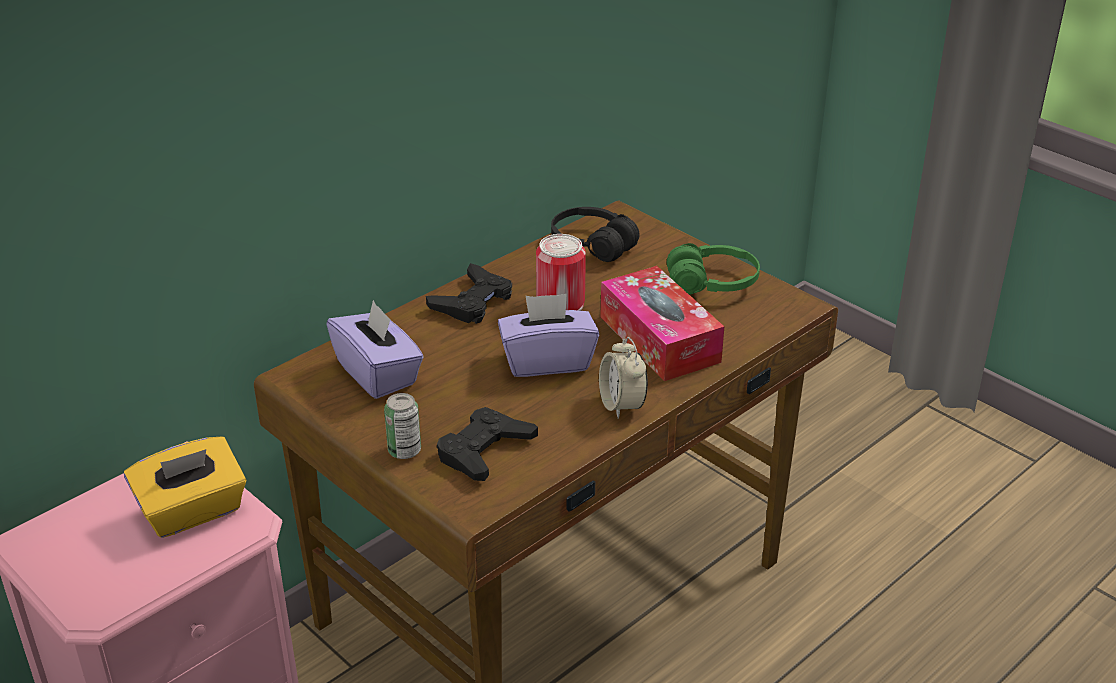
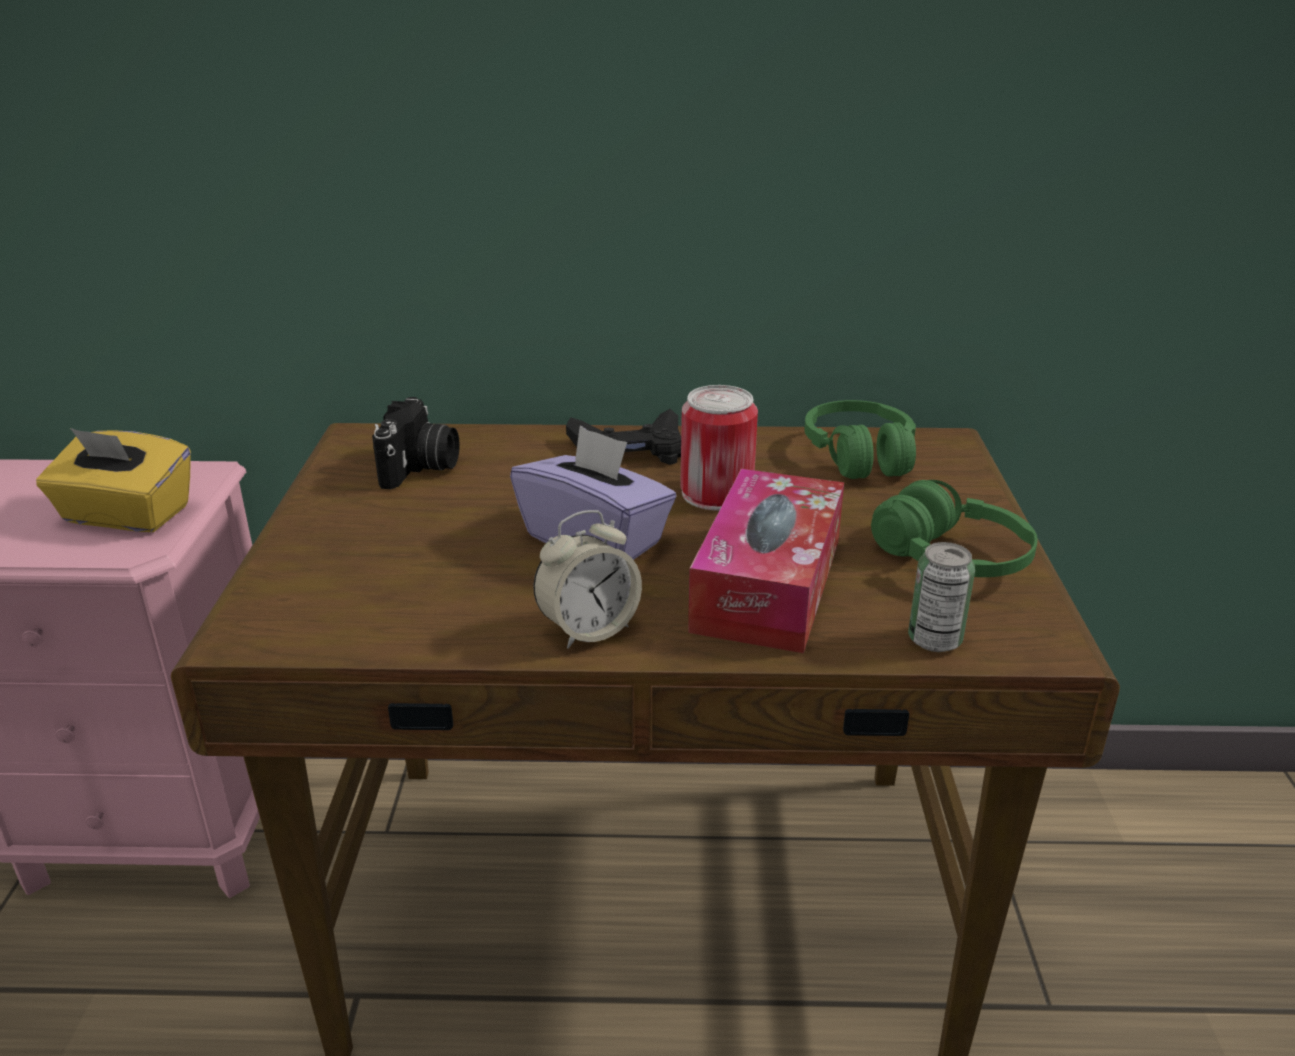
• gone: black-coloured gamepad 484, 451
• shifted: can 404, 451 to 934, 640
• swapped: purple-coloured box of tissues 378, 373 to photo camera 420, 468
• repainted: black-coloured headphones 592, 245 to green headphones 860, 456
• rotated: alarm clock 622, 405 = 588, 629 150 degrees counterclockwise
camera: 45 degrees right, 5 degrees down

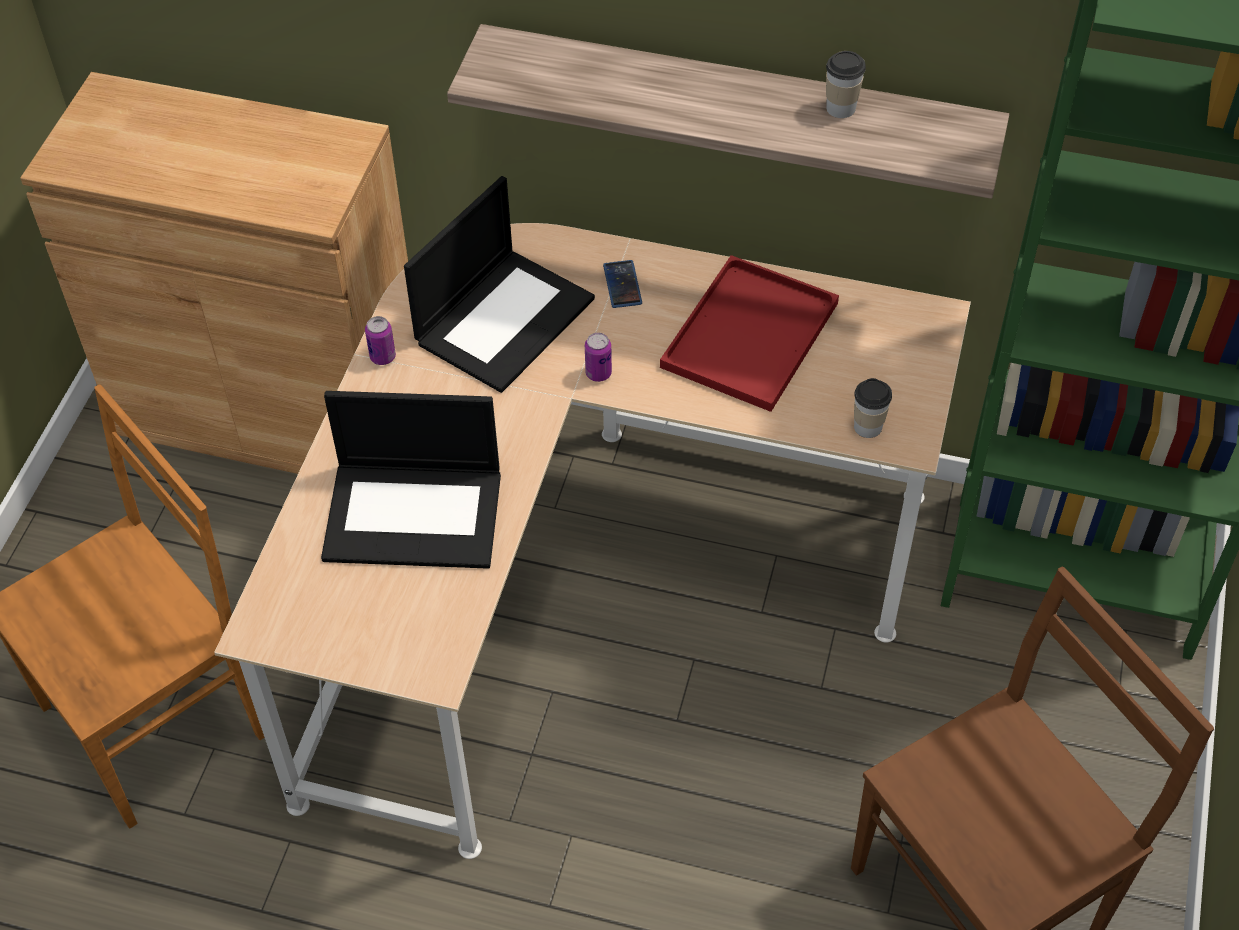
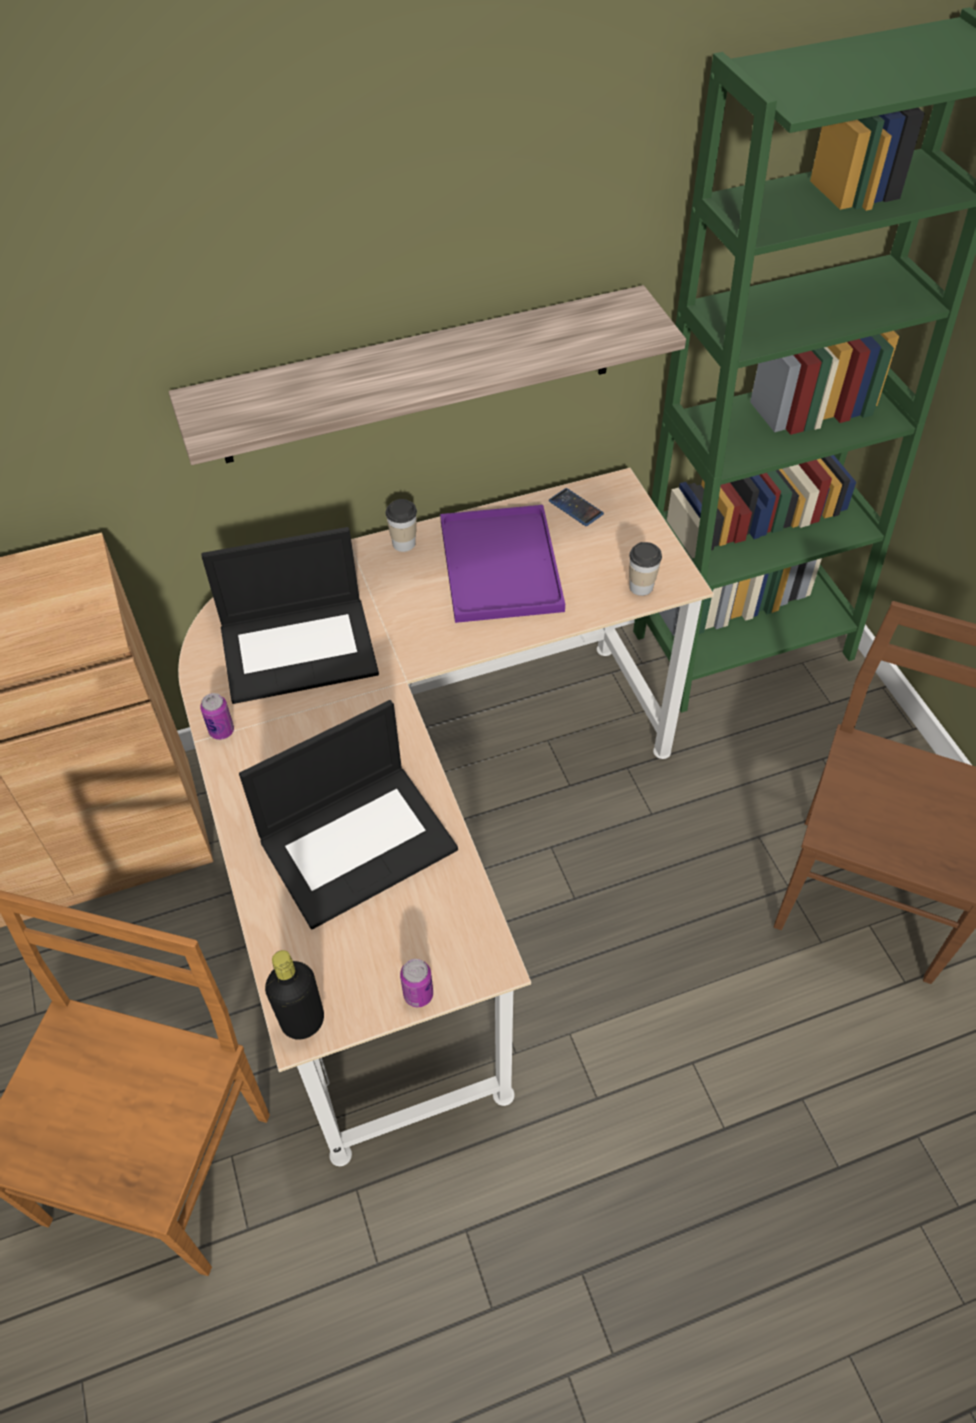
• new: black-coloured bottle 303, 1021
• shifted: can 598, 373 to 418, 994
• shifted: handset 622, 284 to 576, 508
• shifted: cup 841, 108 to 404, 543
• repainted: red serving tray 750, 338 to purple-coloured serving tray 502, 567
• rotated: portable computer 504, 318 = 300, 648 75 degrees clockwise
camera: 35 degrees left, 0 degrees up

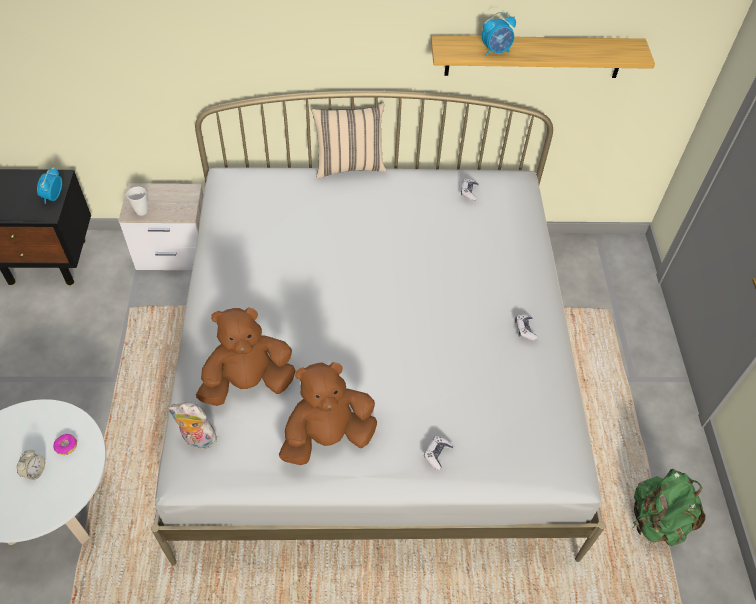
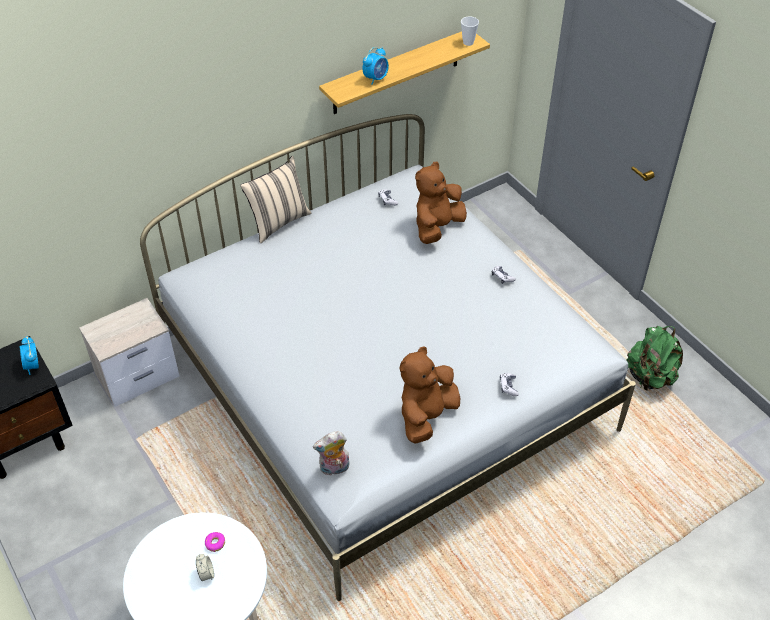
• shifted: cup 141, 211 to 468, 42
• shifted: brownish cuddly toy 248, 382 to 437, 227
camera: 30 degrees left, 5 degrees down

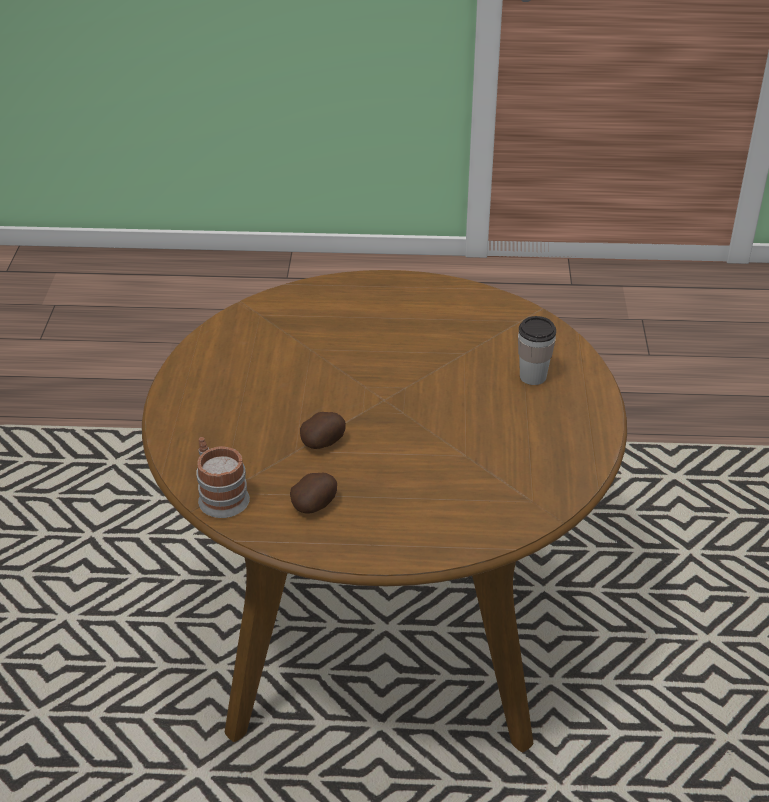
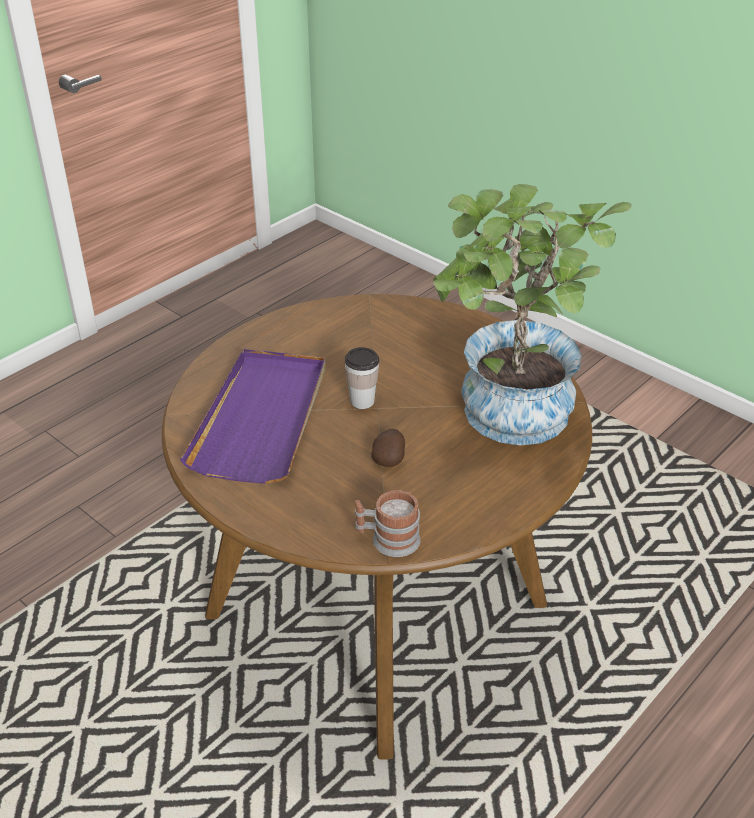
• gone: spud 315, 505
• new: purple-coloured serving tray 262, 418
• new: houseplant 507, 420
• shifted: cup 533, 376 to 362, 401
camera: 50 degrees left, 0 degrees up

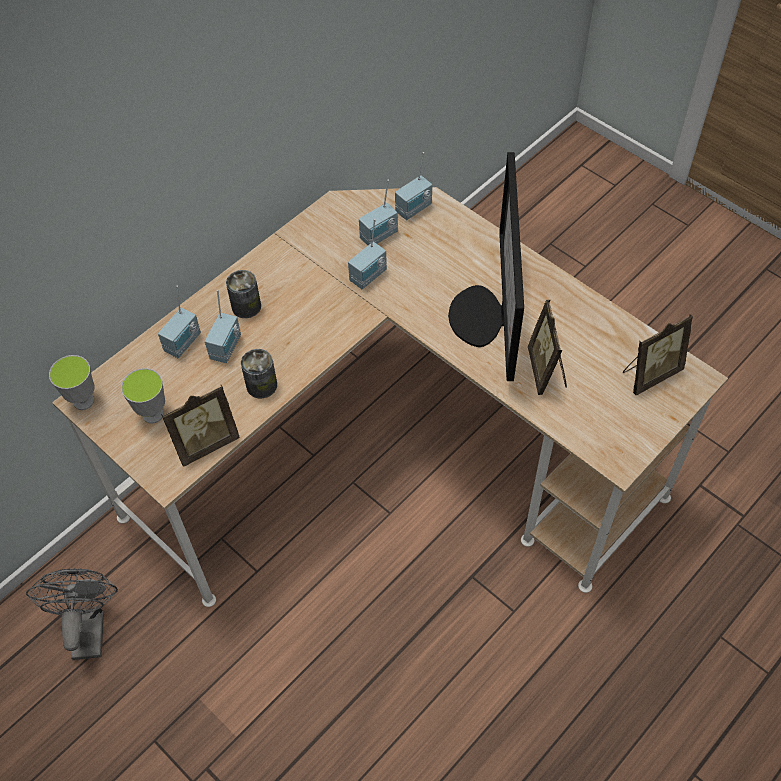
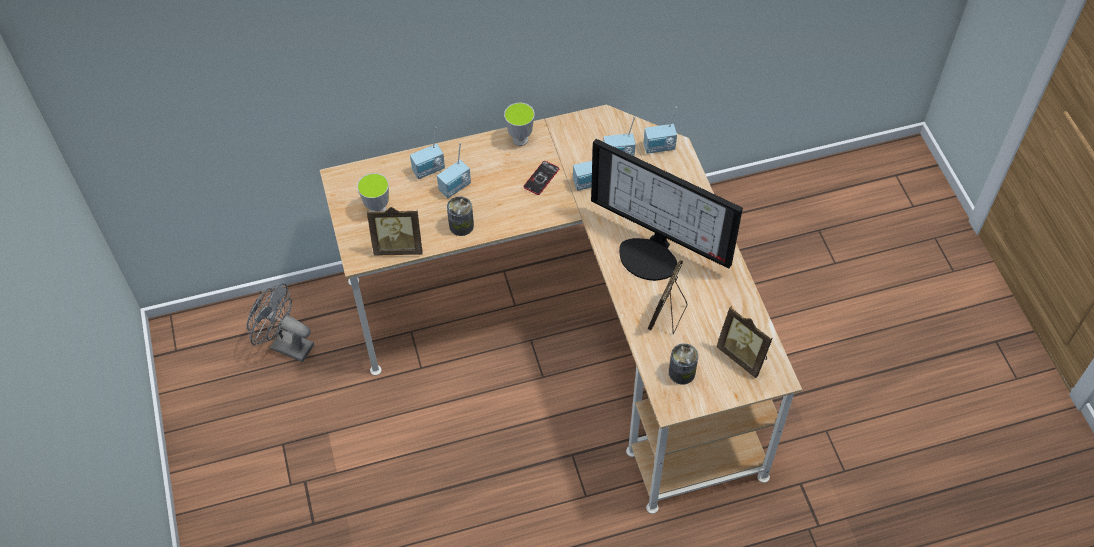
• new: handset 541, 178
• shifted: cup 83, 401 to 520, 139
• shifted: can 246, 306 to 681, 372
• rotated: gray fan 88, 627 = 285, 345 90 degrees counterclockwise
• rotated: monitor 485, 317 = 652, 254 90 degrees counterclockwise
• rotated: standing frame 649, 374 = 743, 356 45 degrees clockwise
camera: 30 degrees right, 0 degrees up

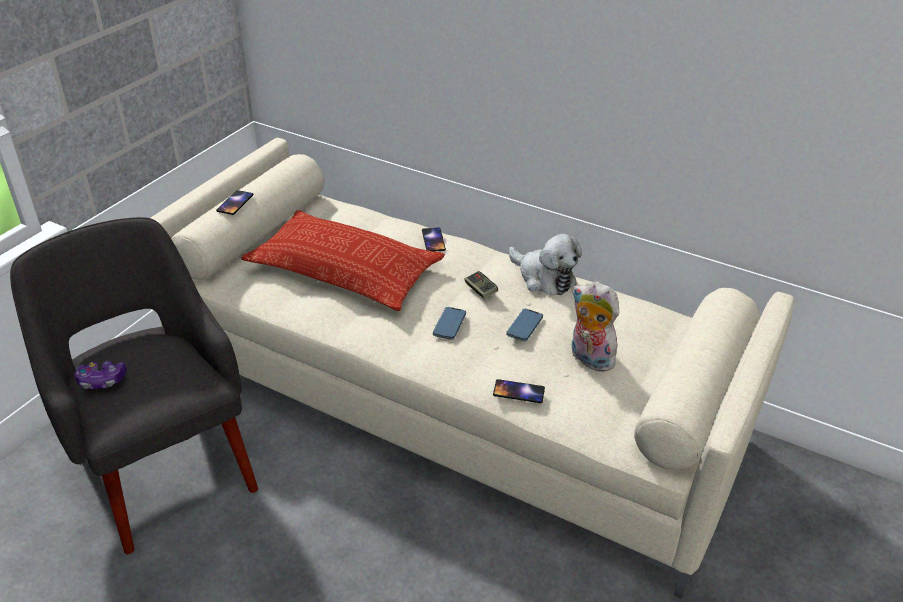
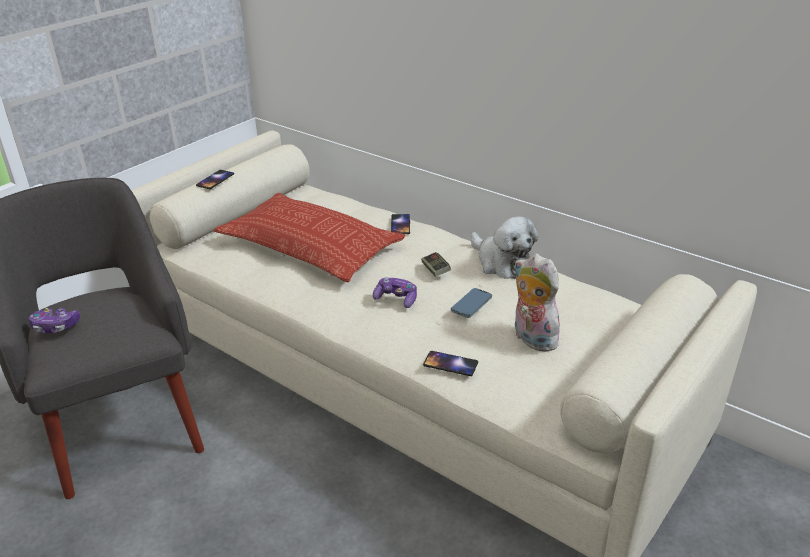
• swapped: handset 449, 325 to gamepad 396, 299
camera: 10 degrees right, 5 degrees down

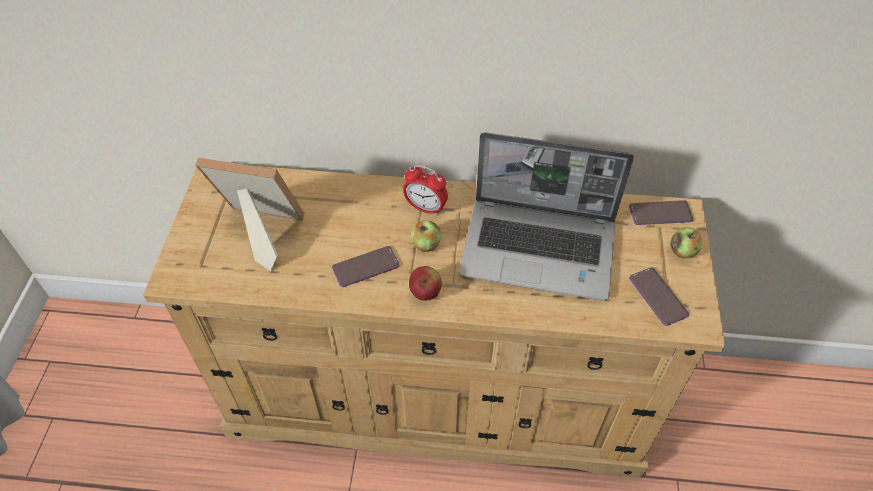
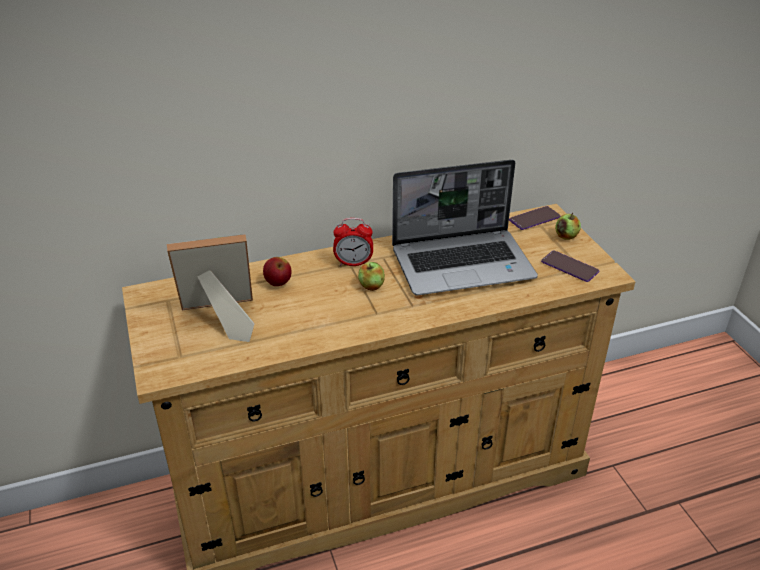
• gone: handset 365, 267
• shifted: whole apple 425, 293 to 278, 283
camera: 25 degrees left, 15 degrees down

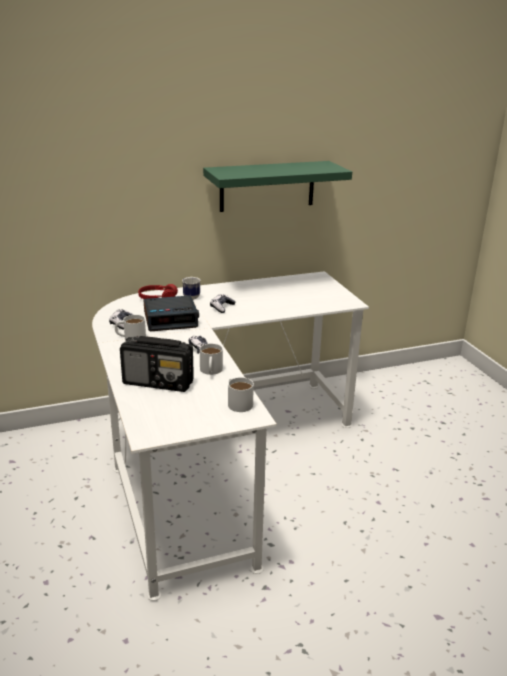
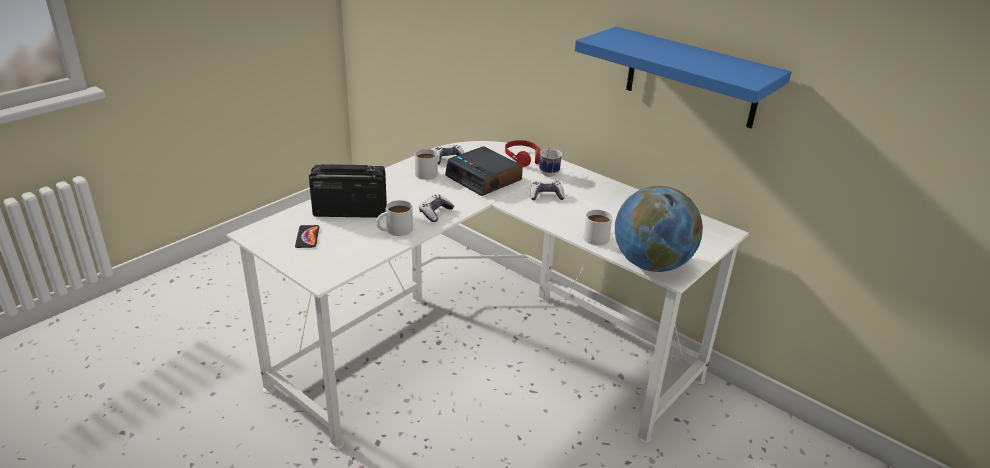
• new: handset 307, 237
• new: globe 651, 264
• shifted: whitish mug 238, 402 to 598, 236
• repainted: green shelf 267, 186 to blue-coloured shelf 691, 78
• rotated: radio receiver 159, 383 = 349, 211 105 degrees clockwise
camera: 60 degrees right, 5 degrees up

